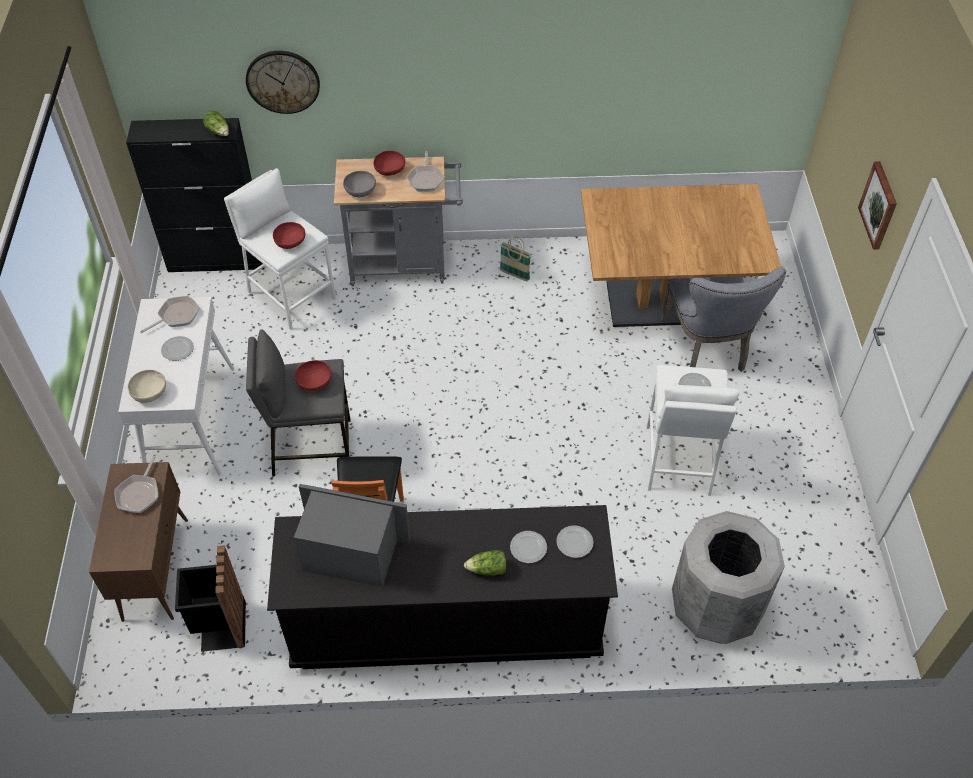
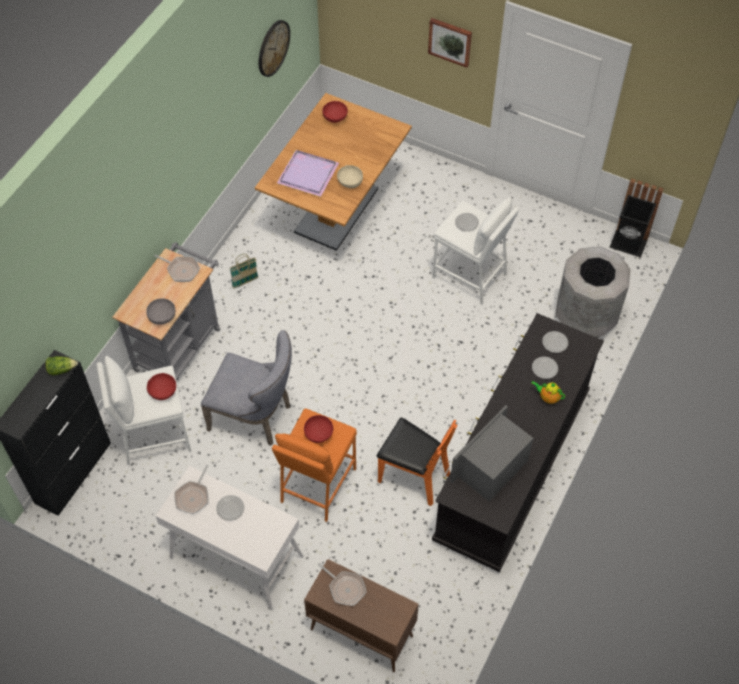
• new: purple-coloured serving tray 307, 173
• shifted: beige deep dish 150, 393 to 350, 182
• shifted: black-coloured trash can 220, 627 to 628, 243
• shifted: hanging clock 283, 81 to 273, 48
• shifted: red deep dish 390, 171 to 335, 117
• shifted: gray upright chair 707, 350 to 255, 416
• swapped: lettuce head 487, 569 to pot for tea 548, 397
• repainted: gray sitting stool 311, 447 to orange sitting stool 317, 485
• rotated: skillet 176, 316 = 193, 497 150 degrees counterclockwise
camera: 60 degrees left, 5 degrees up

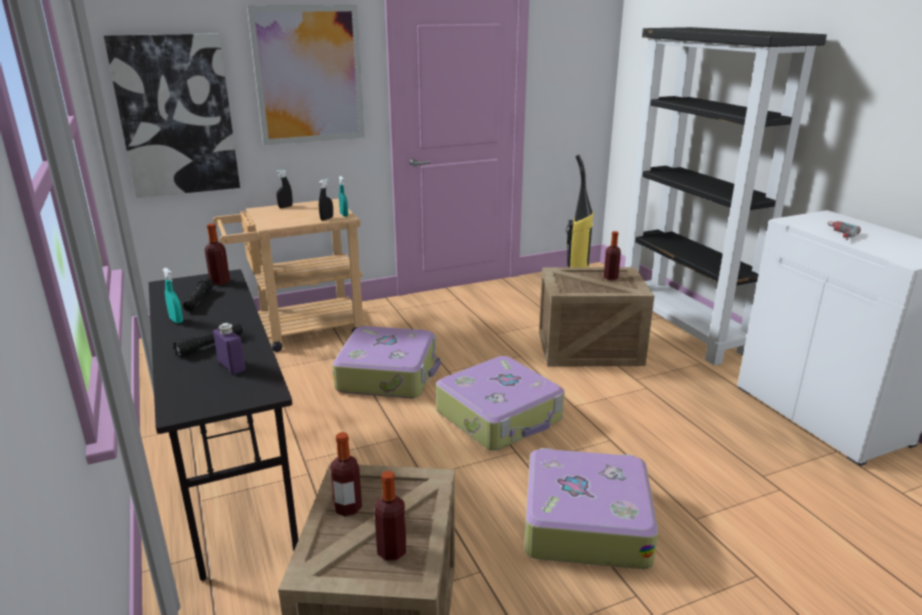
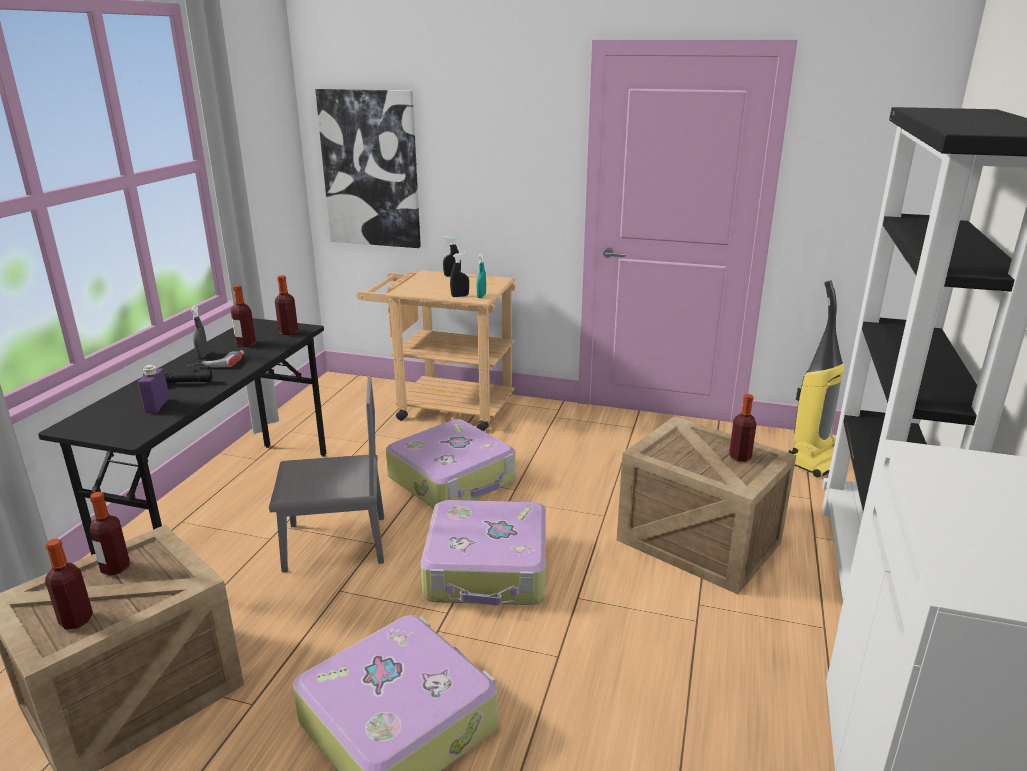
• gone: wall art 308, 75
• new: gray upright chair 335, 543
• shifted: electric drill 836, 234 to 218, 362
• swapped: black-coloured torch 199, 300 to bottle 246, 344
• repainted: turquoise hand sprayer 176, 320 to gray hand sprayer 202, 355
camera: 40 degrees right, 0 degrees up

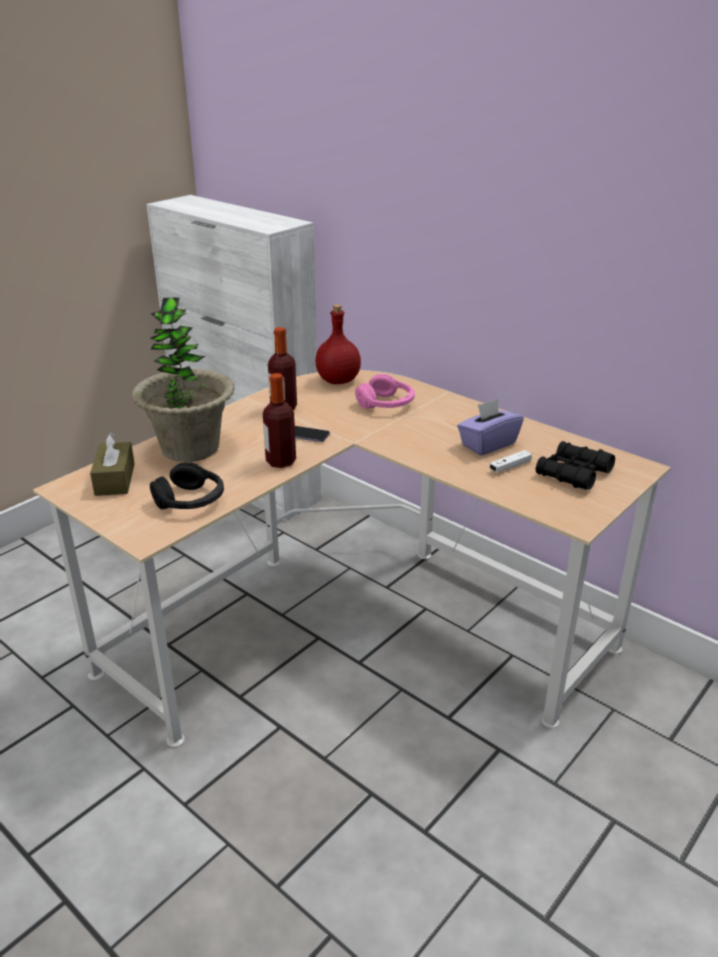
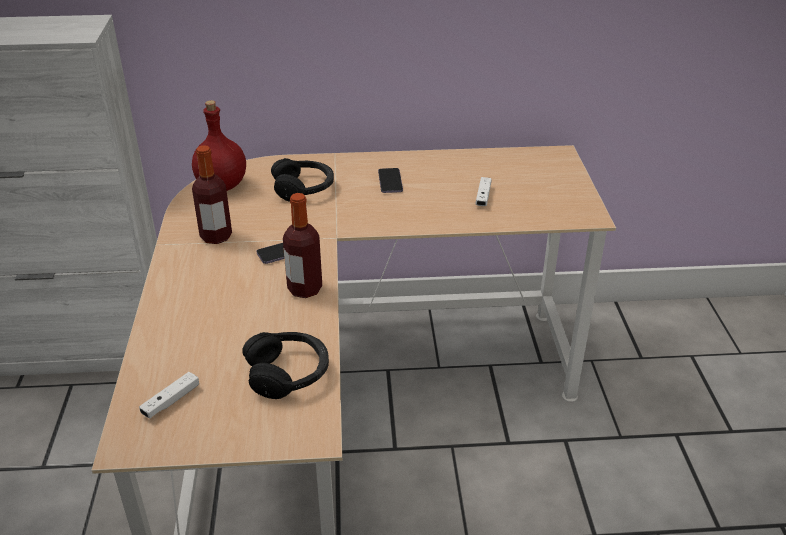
• gone: houseplant 190, 448
• gone: purple-coloured box of tissues 488, 444
• gone: black-coloured binoculars 573, 473
• new: handset 390, 182
• swapped: brownish box of tissues 115, 479 to whitish gamepad 171, 401
• repainted: pink-coloured headphones 386, 404 to black-coloured headphones 304, 188
camera: 45 degrees left, 5 degrees up

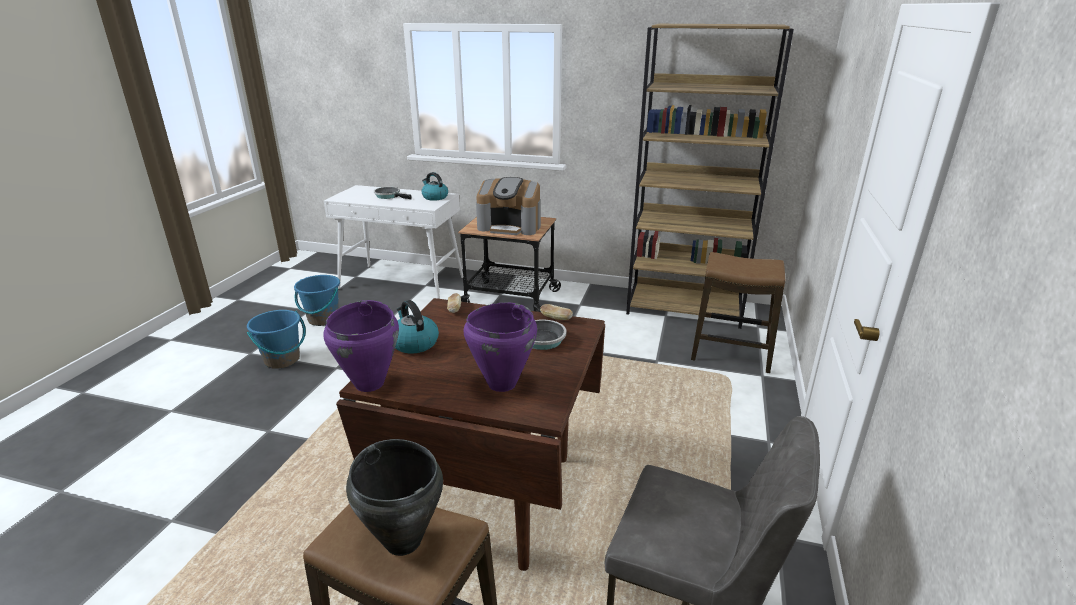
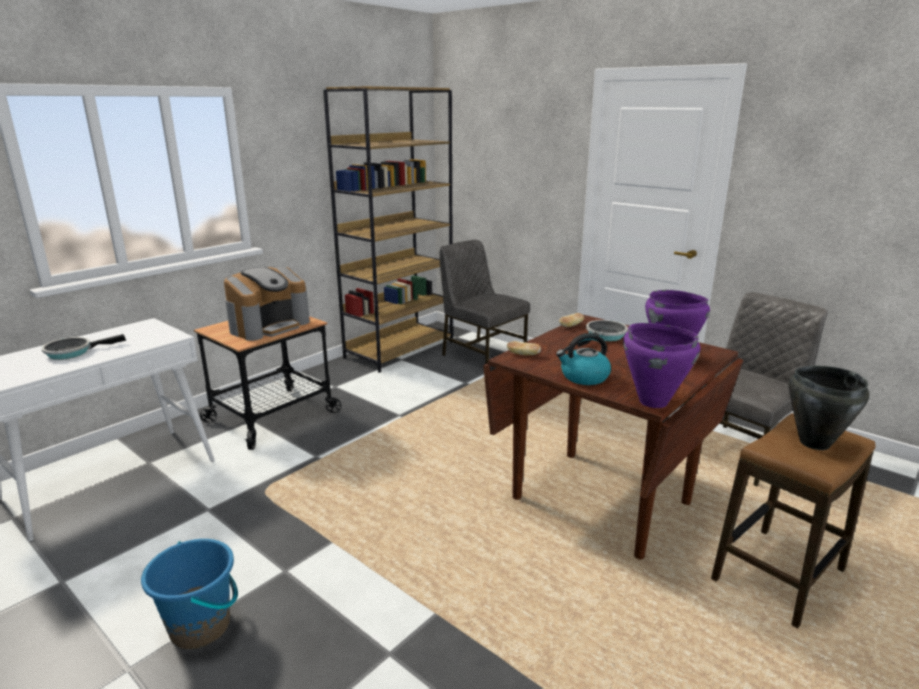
• gone: blue-coloured pail 323, 319
• gone: water kettle 434, 197
• swapped: sitting stool 731, 353 to gray upright chair 482, 356
camera: 65 degrees left, 5 degrees down

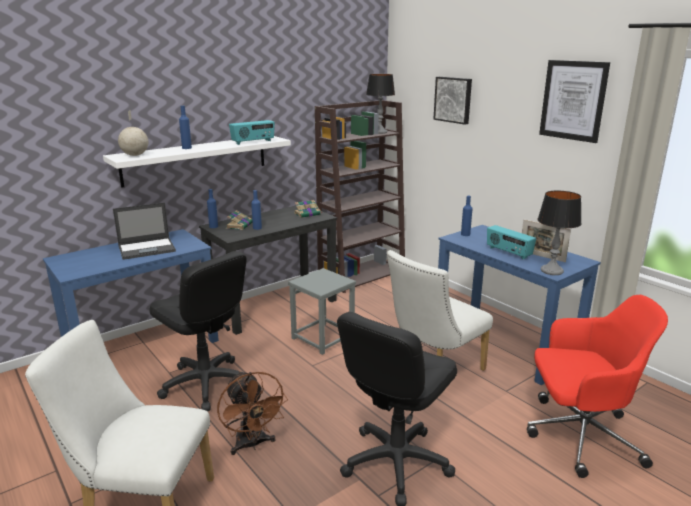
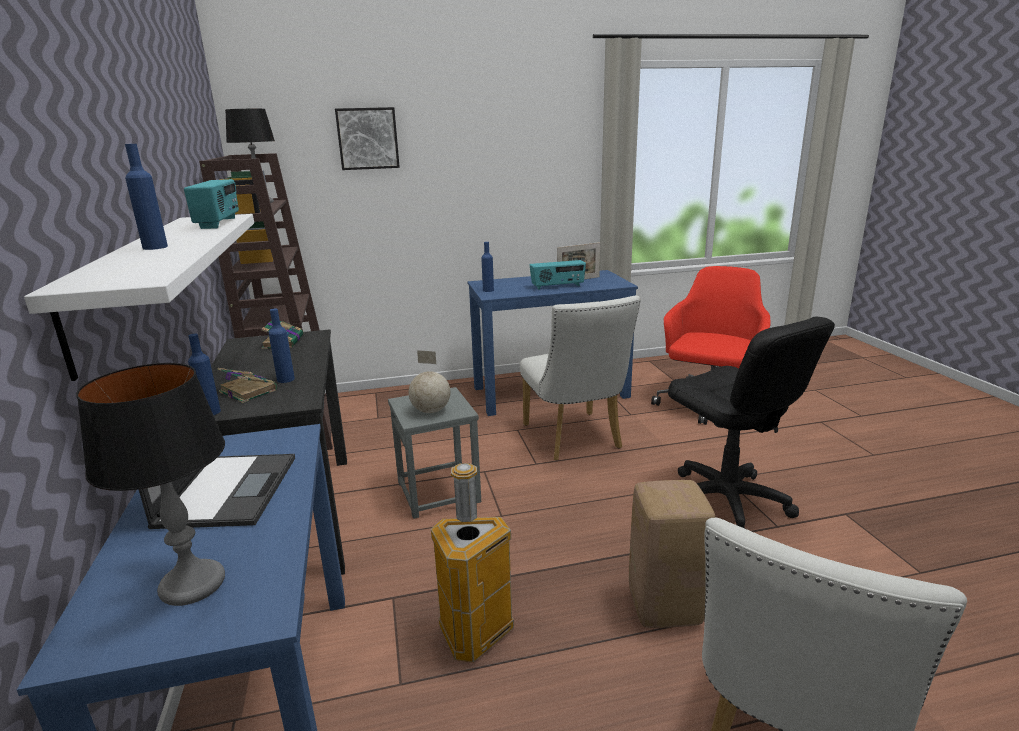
• gone: wall art 573, 100
• shifted: globe 134, 155 to 431, 411
• shifted: lamp for a table 552, 271 to 193, 584
• swapped: black-coloured desk chair 206, 384 to trash can 476, 634
• swapped: brownish fan 252, 444 to beige sitting stool 663, 606
camera: 65 degrees left, 0 degrees up

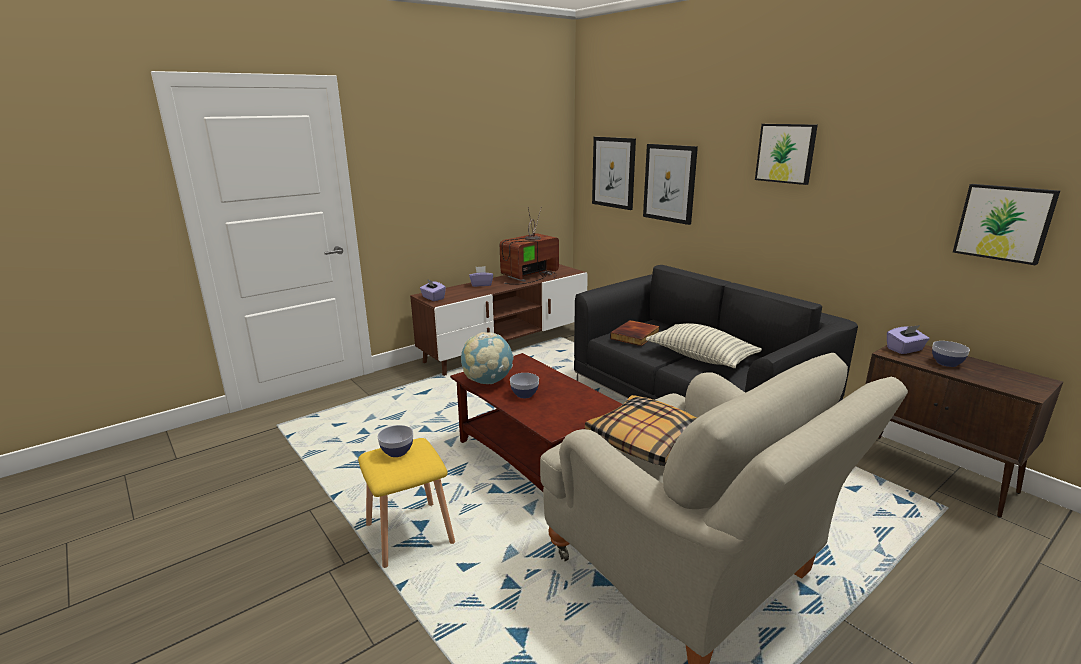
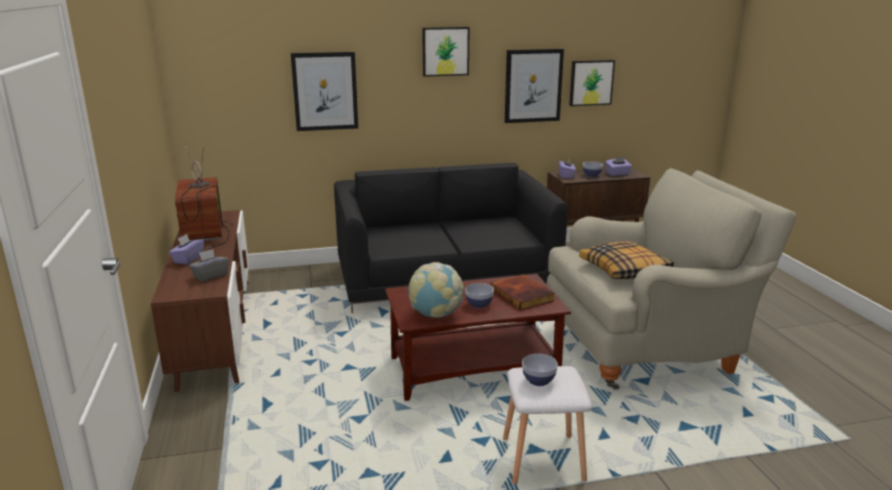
• gone: pillow 701, 358
• new: gray box of tissues 210, 276
• shifted: purple-coloured box of tissues 433, 298 to 617, 174
• shifted: wall art 614, 172 to 533, 86
• shifted: volume 635, 336 to 522, 295
• repainted: yellow-coloured sitting stool 411, 534 to whitish sitting stool 544, 458
camera: 65 degrees left, 0 degrees up

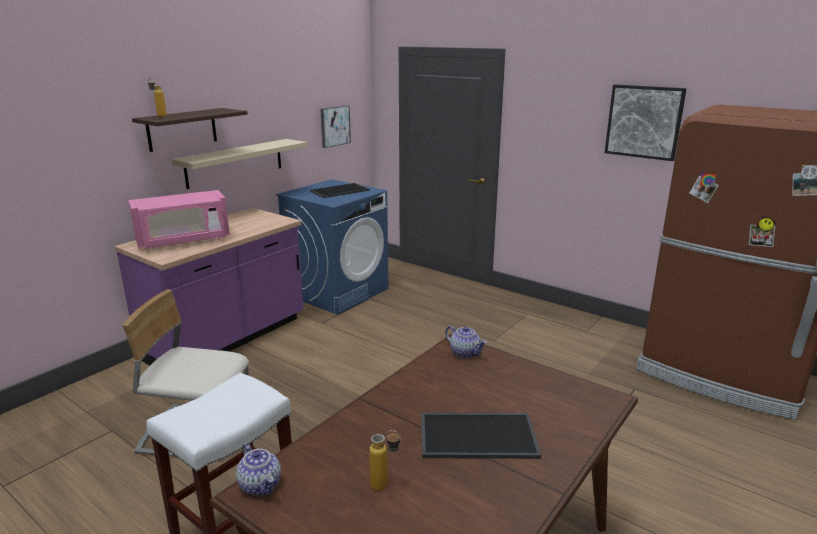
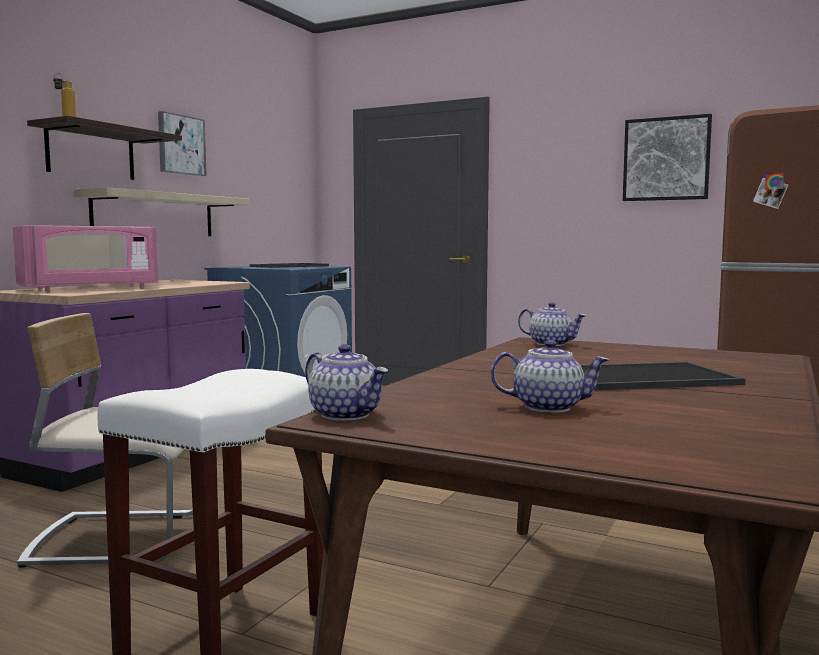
• shifted: wall art 334, 126 to 180, 145
• swapped: bottle 385, 486 to pot for tea 548, 407
camera: 10 degrees left, 15 degrees down

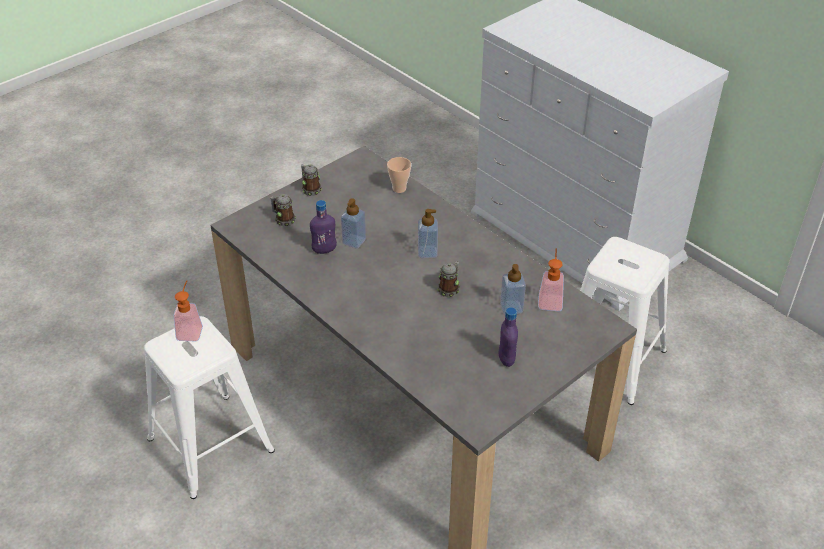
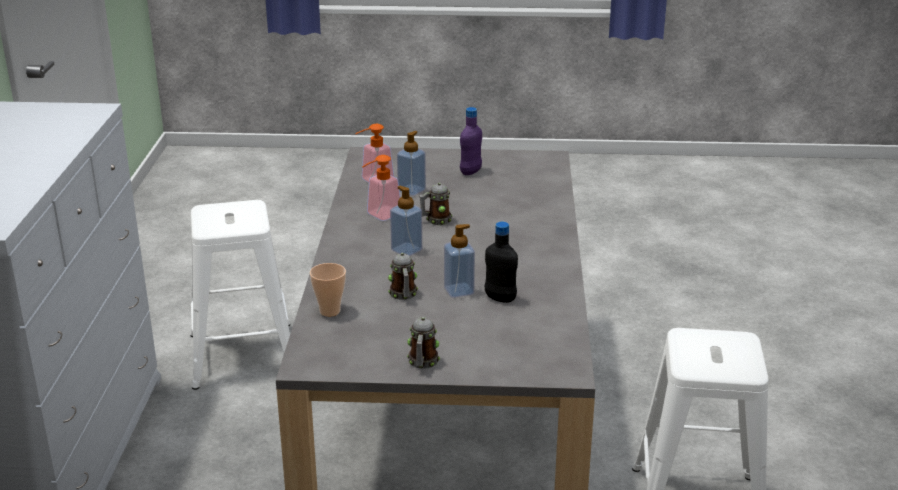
• shifted: soap dispenser 190, 330 to 379, 216
• shifted: mug 283, 219 to 403, 295
• repainted: purple-coloured bottle 324, 250 to black-coloured bottle 500, 298
camera: 135 degrees left, 15 degrees down

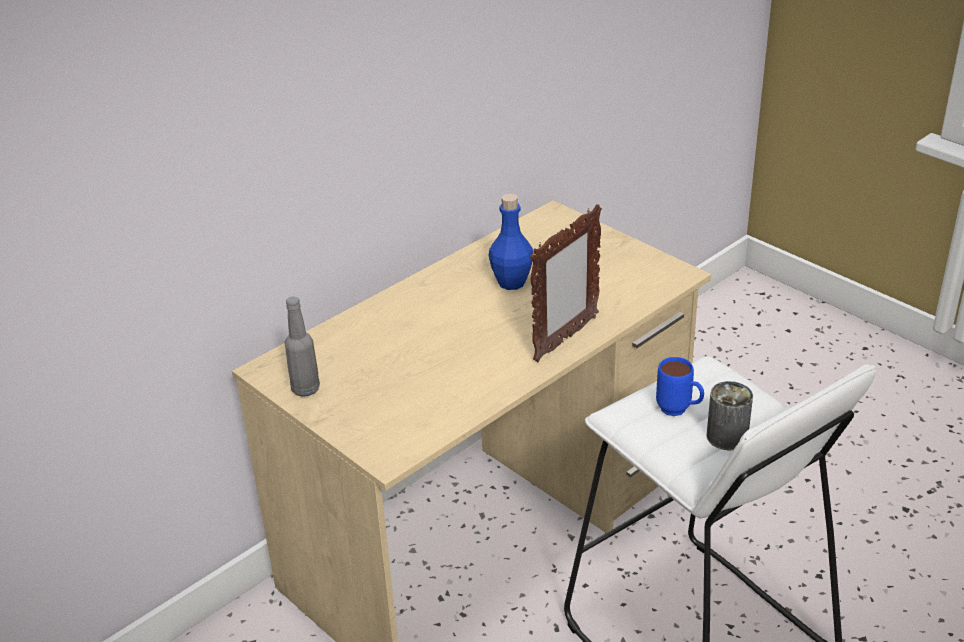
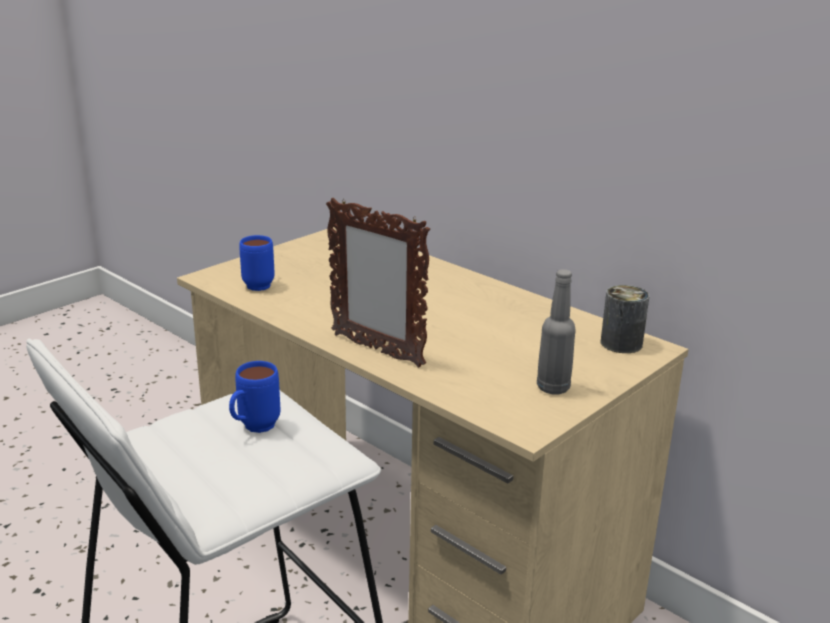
• gone: blue-coloured bottle 511, 282
• new: blue-coloured mug 261, 284
• shifted: gray bottle 305, 389 to 553, 388
• shifted: can 727, 436 to 621, 343
camera: 85 degrees right, 10 degrees down

